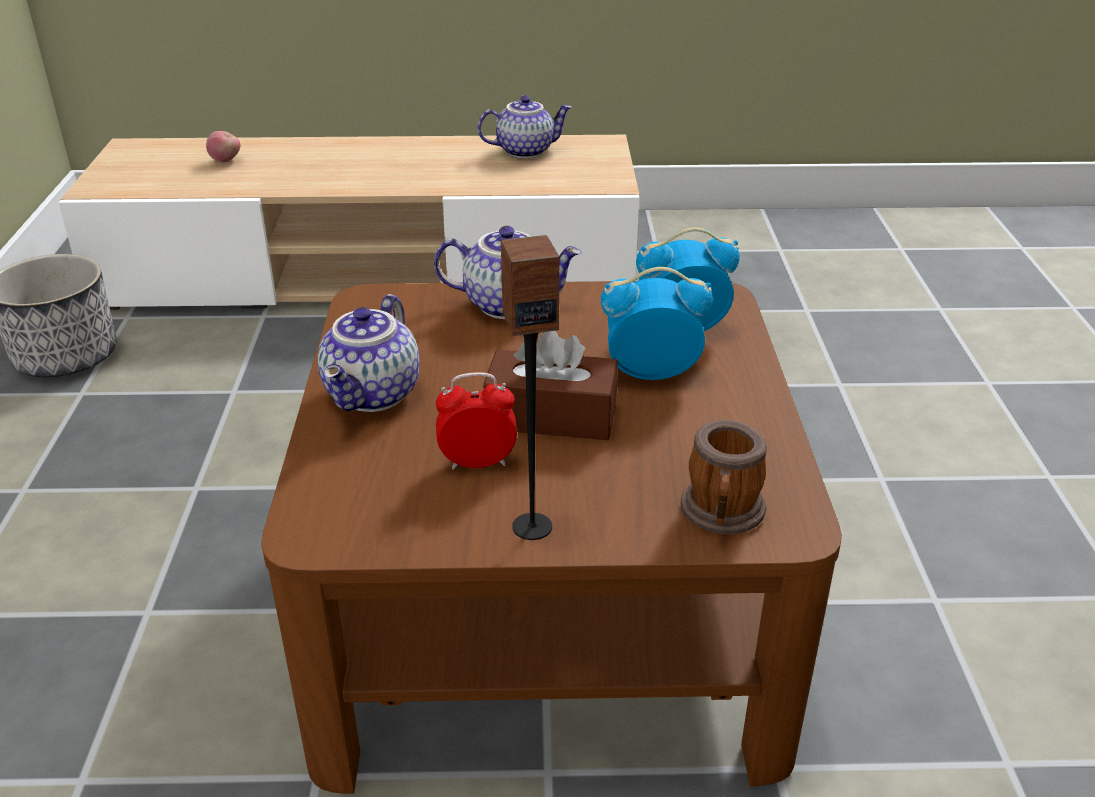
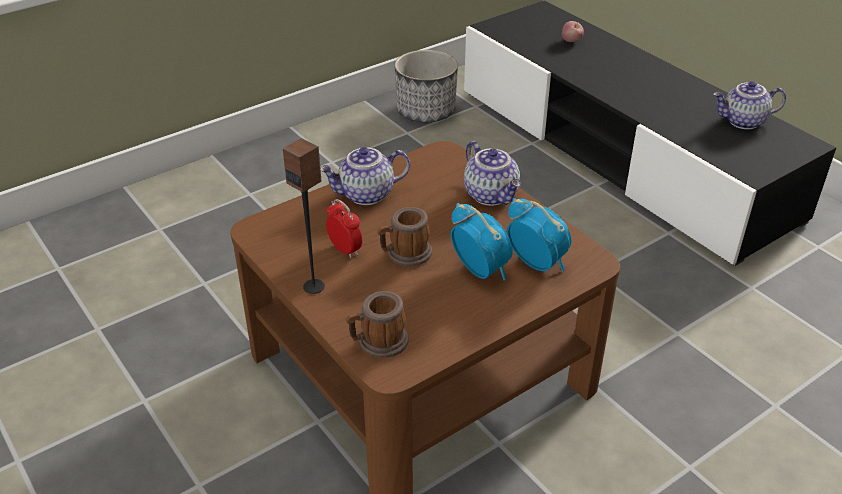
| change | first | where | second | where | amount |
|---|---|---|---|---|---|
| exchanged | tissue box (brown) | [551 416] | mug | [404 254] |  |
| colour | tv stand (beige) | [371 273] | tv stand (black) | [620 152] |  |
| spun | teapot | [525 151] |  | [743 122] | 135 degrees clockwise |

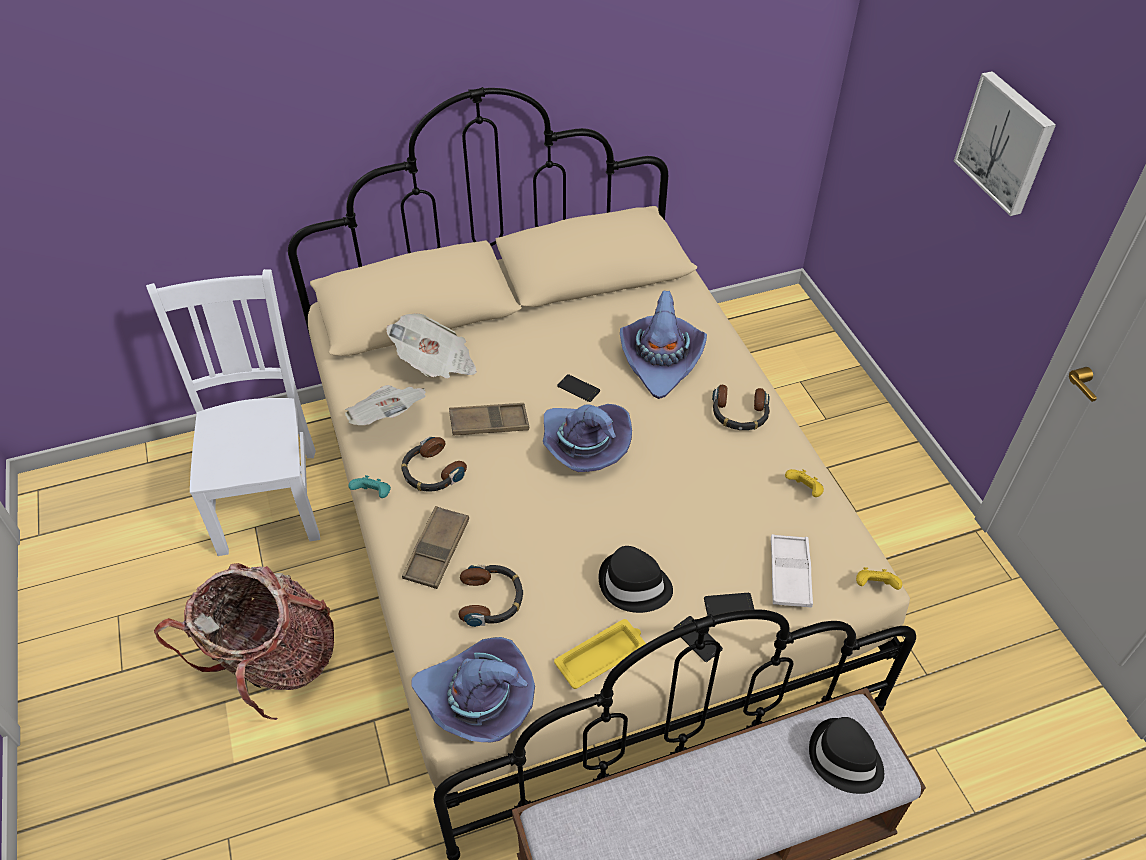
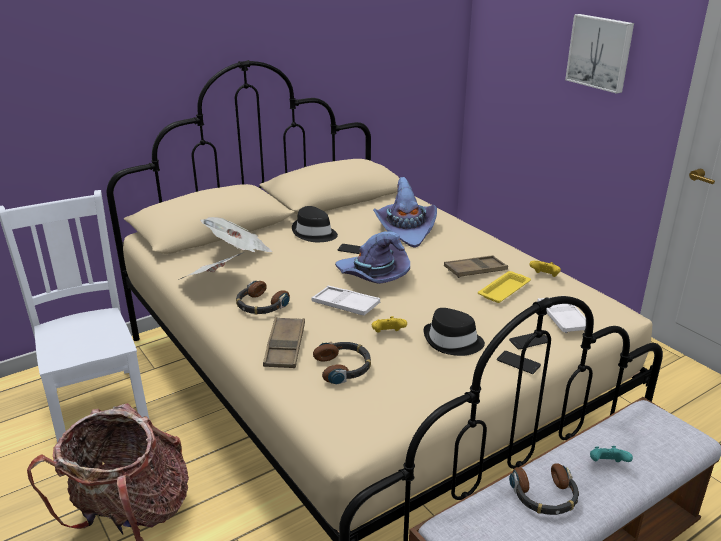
| change | first | where | second | where | amount |
|---|---|---|---|---|---|
| missing | hat (purple) | [477 701] |  |  |  |
| appeared |  |  | tray (white) | [345 305] |  |
| relocated | game controller (turquoise) | [373 495] |  | [607 464] |  |
| relocated | tray (brown) | [489 423] |  | [475 270] |  |
| relocated | tray (yellow) | [602 656] |  | [504 290] |  |
| relocated | headphones | [739 414] |  | [544 496] |  |
| relocated | hat (black) | [845 759] |  | [314 233] |  |
| relocated | game controller (yellow) | [874 586] |  | [388 334] |  |

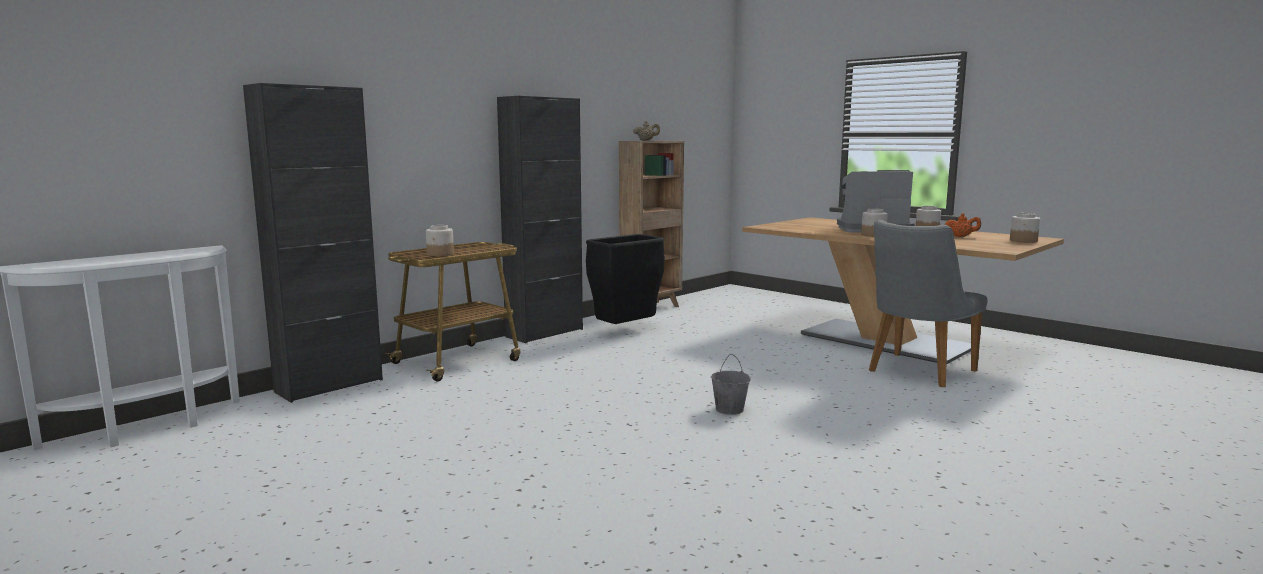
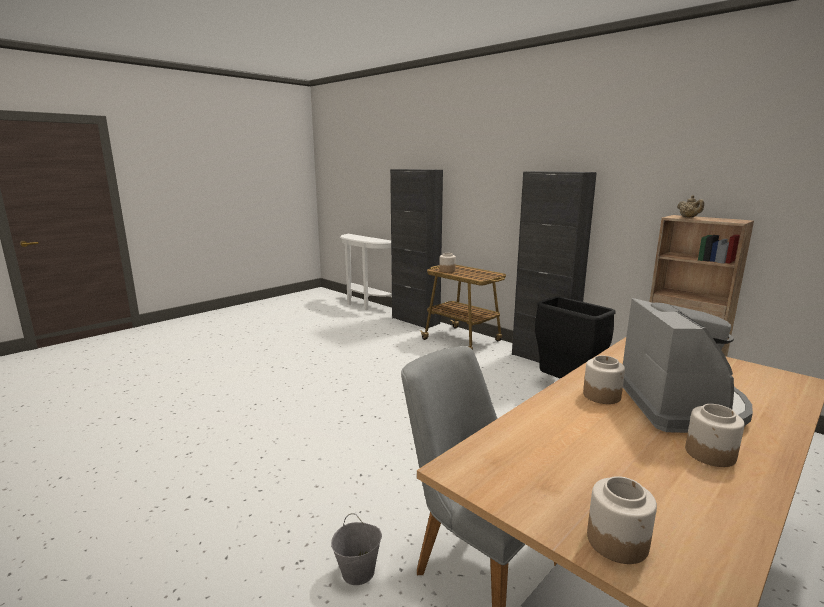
| change | first | where | second | where | amount |
|---|---|---|---|---|---|
| missing | teapot (orange) | [961 236] |  |  |  |
| relocated | bucket (grey) | [729 409] |  | [358 571] |  |

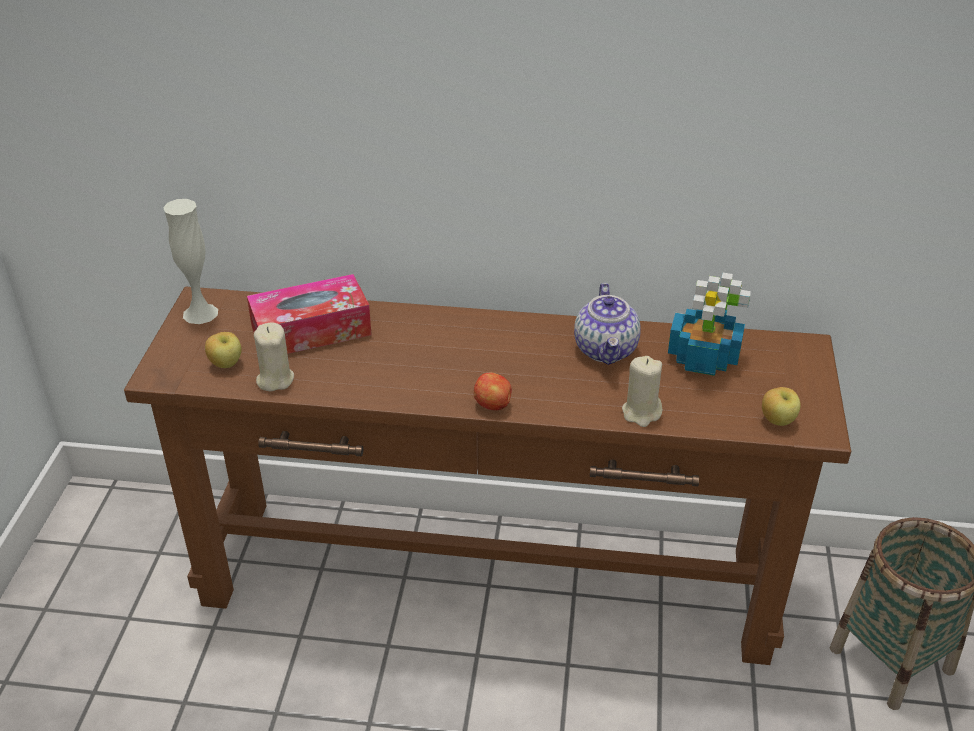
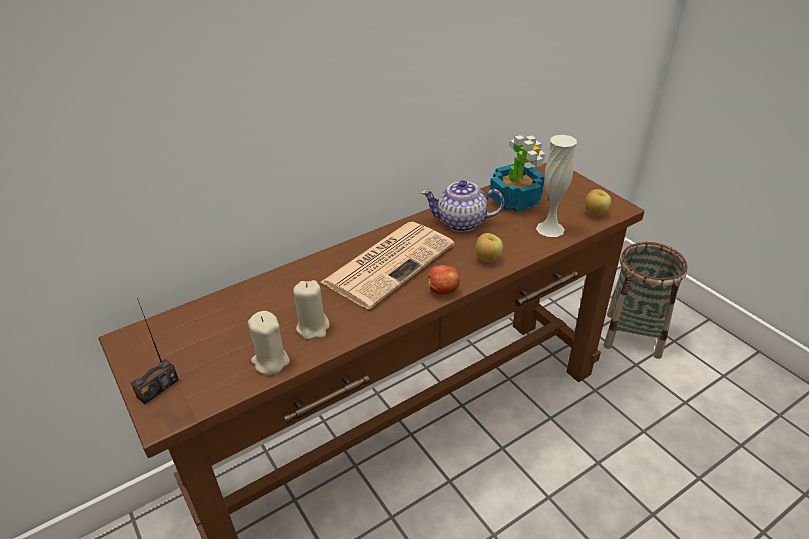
| change | first | where | second | where | amount |
|---|---|---|---|---|---|
| missing | tissue box | [311 330] |  |  |  |
| appeared |  |  | radio | [158 388] |  |
| appeared |  |  | newspaper | [389 262] |  |
| relocated | vase (white) | [200 313] |  | [550 229] |  |
| relocated | apple | [226 364] |  | [487 259] |  |
| relocated | candle (beige) | [641 413] |  | [313 327] |  |
| spun | teapot | [606 350] |  | [461 223] | 135 degrees clockwise |

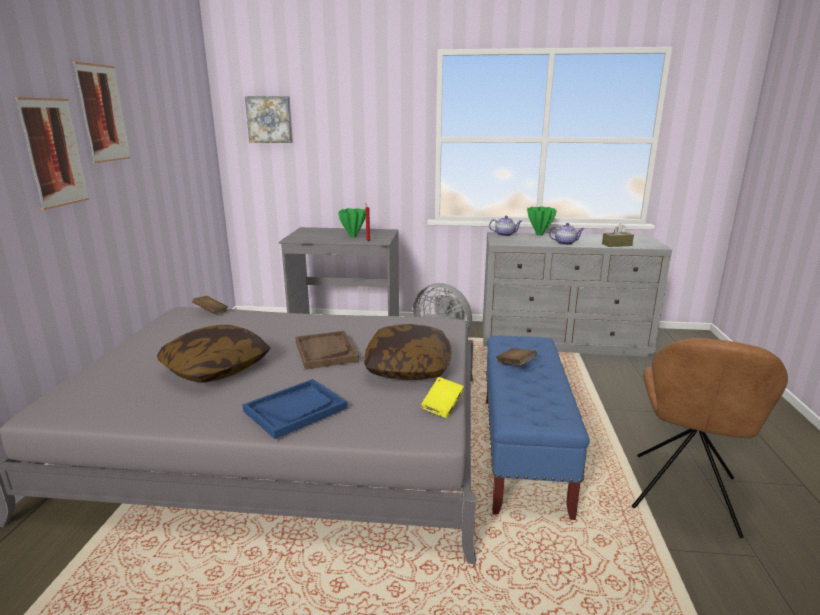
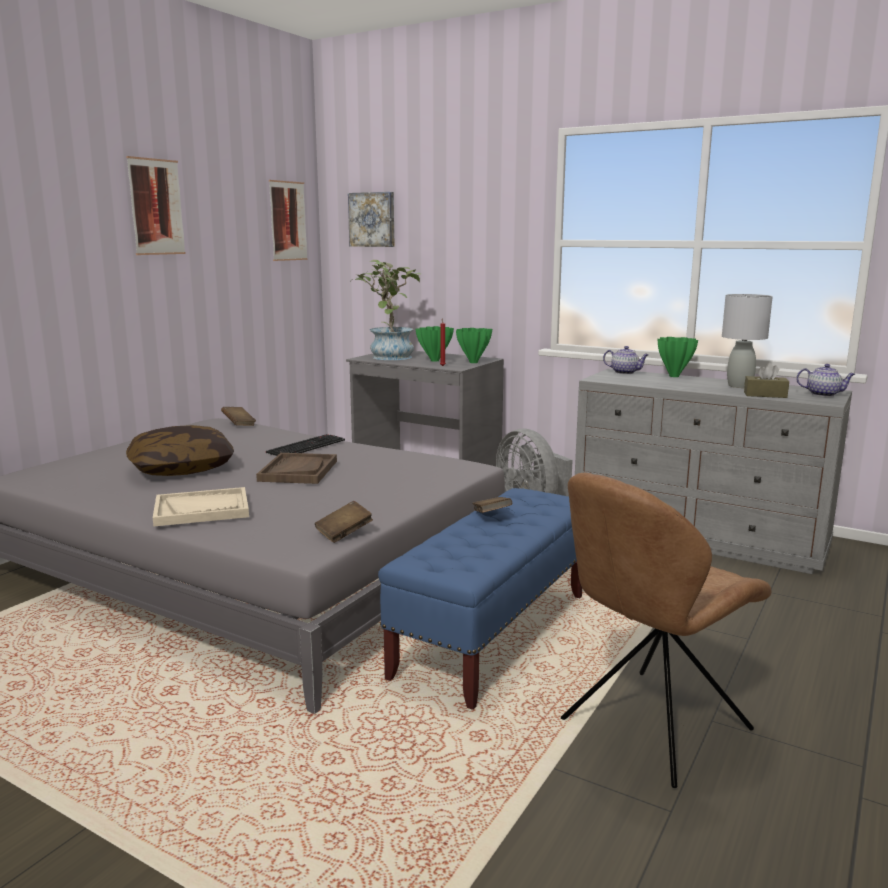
| change | first | where | second | where | amount |
|---|---|---|---|---|---|
| missing | pillow | [408 367] |  |  |  |
| appeared |  |  | keyboard | [306 446] |  |
| appeared |  |  | potted plant | [389 356] |  |
| appeared |  |  | vase (green) | [473 362] |  |
| appeared |  |  | table lamp (grey) | [740 386] |  |
| relocated | picture | [54 153] |  | [288 221] |  |
| relocated | teapot | [565 243] |  | [824 394] |  |
| colour | tray (blue) | [295 409] | tray (beige) | [202 509] |  |
| colour | book (yellow) | [442 406] | book (brown) | [344 533] |  |

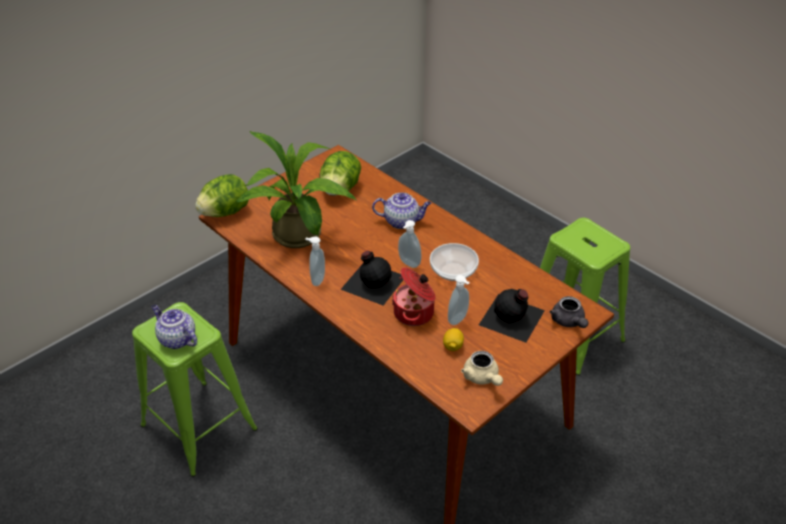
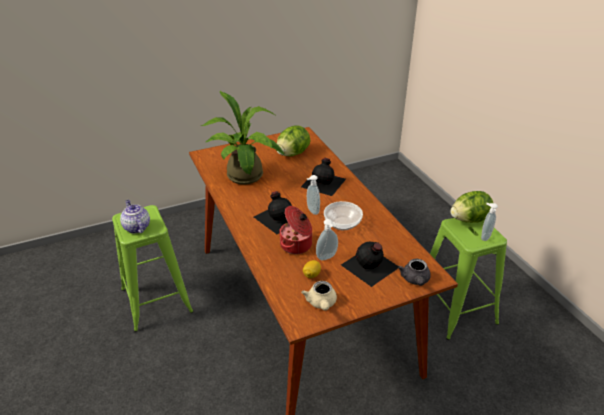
| change | first | where | second | where | amount |
|---|---|---|---|---|---|
| relocated | lettuce | [225 212] |  | [469 219] |  |
| relocated | soap dispenser | [317 280] |  | [484 236] |  |
| exchanged | teapot | [402 221] | bottle (black) | [324 182] |  |

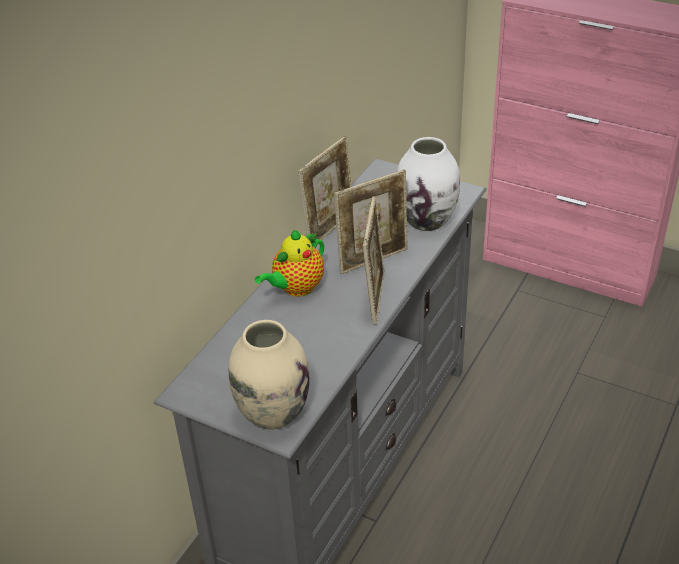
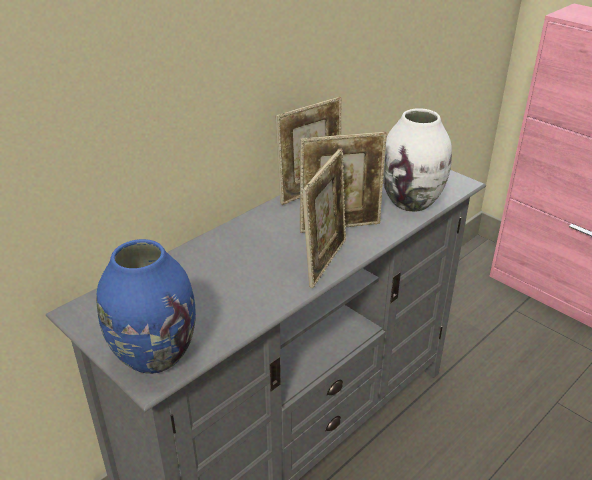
| change | first | where | second | where | amount |
|---|---|---|---|---|---|
| missing | teapot | [296 288] |  |  |  |
| colour | vase (beige) | [272 413] | vase (blue) | [154 355] |  |

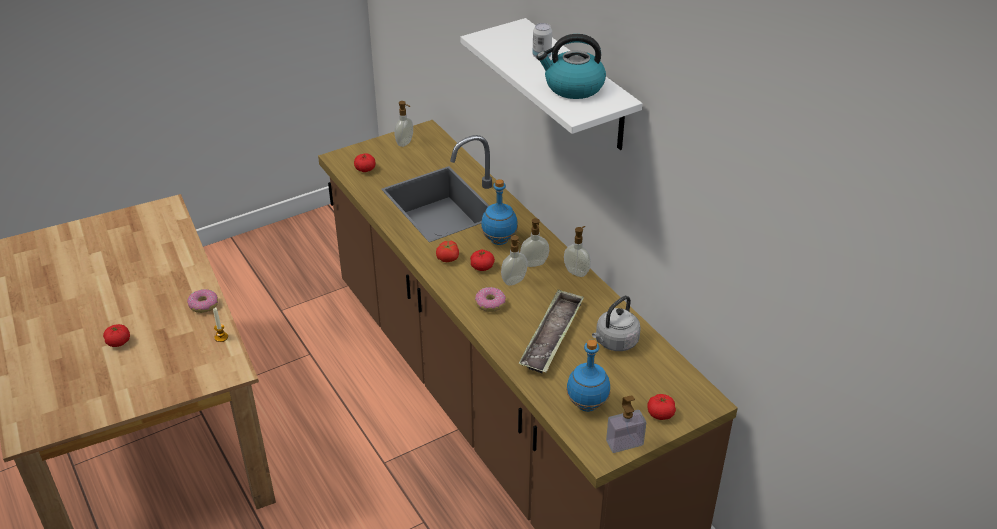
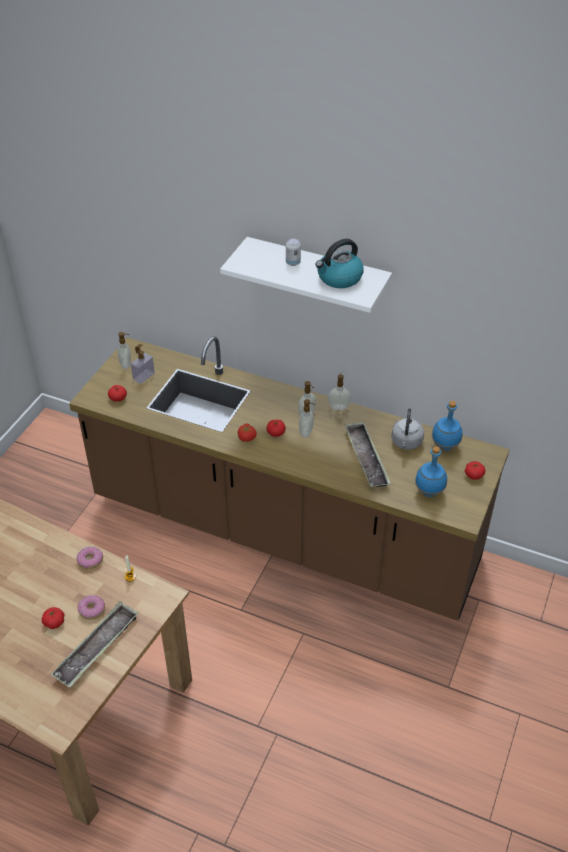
| change | first | where | second | where | amount |
|---|---|---|---|---|---|
| appeared |  |  | tray | [97 647] |  |
| relocated | donut | [490 304] |  | [92 610] |  |
| relocated | bottle (blue) | [498 240] |  | [445 446] |  |
| relocated | soap dispenser | [624 443] |  | [143 376] |  |

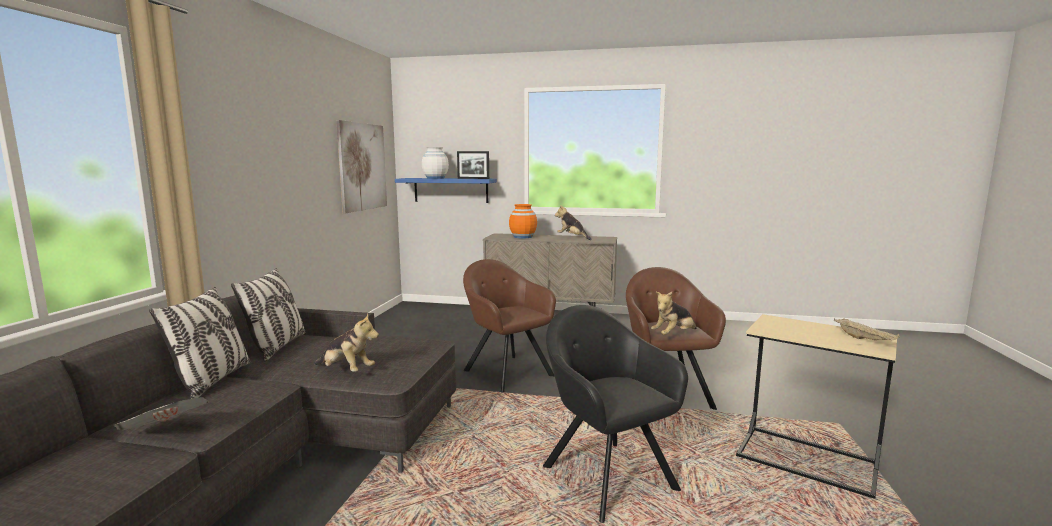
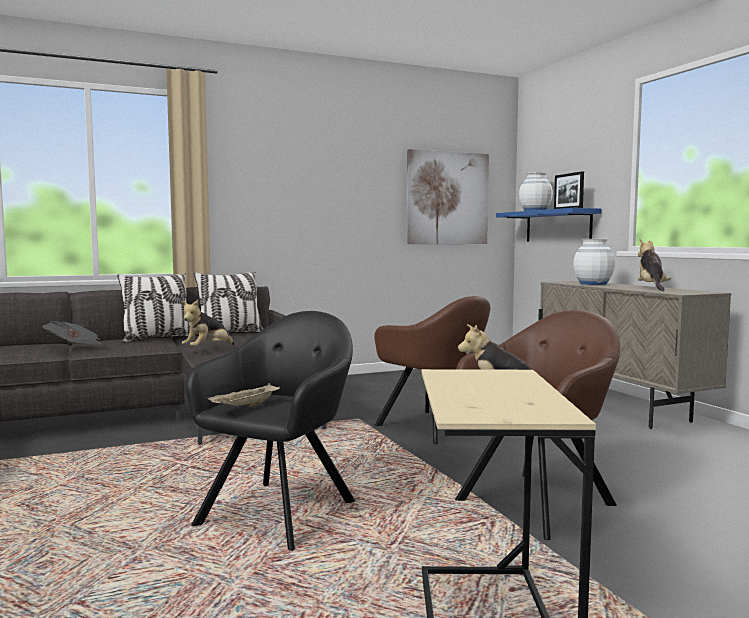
| change | first | where | second | where | amount |
|---|---|---|---|---|---|
| relocated | tray (beige) | [865 340] |  | [245 407] |  |
| colour | vase (orange) | [523 237] | vase (white) | [593 284] |  |
| spun | plush toy | [346 371] |  | [207 349] | 45 degrees clockwise |
| spun | armchair (brown) | [506 371] |  | [434 427] | 120 degrees clockwise |

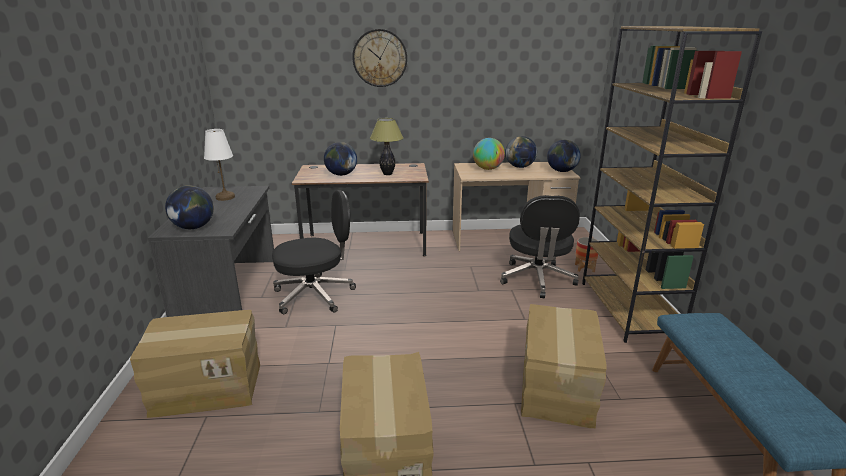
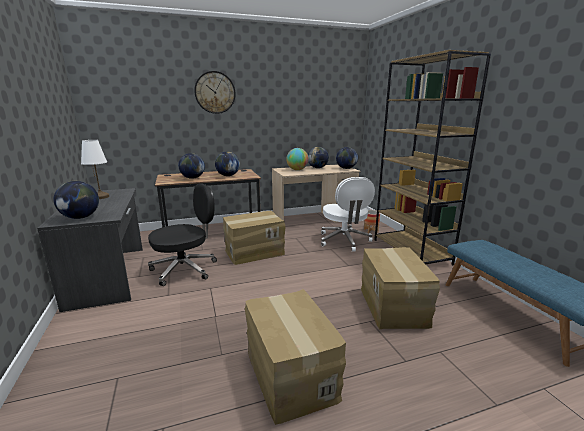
| change | first | where | second | where | amount |
|---|---|---|---|---|---|
| relocated | cardboard box | [207 387] |  | [254 252] |  |
| exchanged | table lamp | [387 174] | globe | [228 176] |  |
| colour | office chair (black) | [537 279] | office chair (white) | [344 241] |  |

